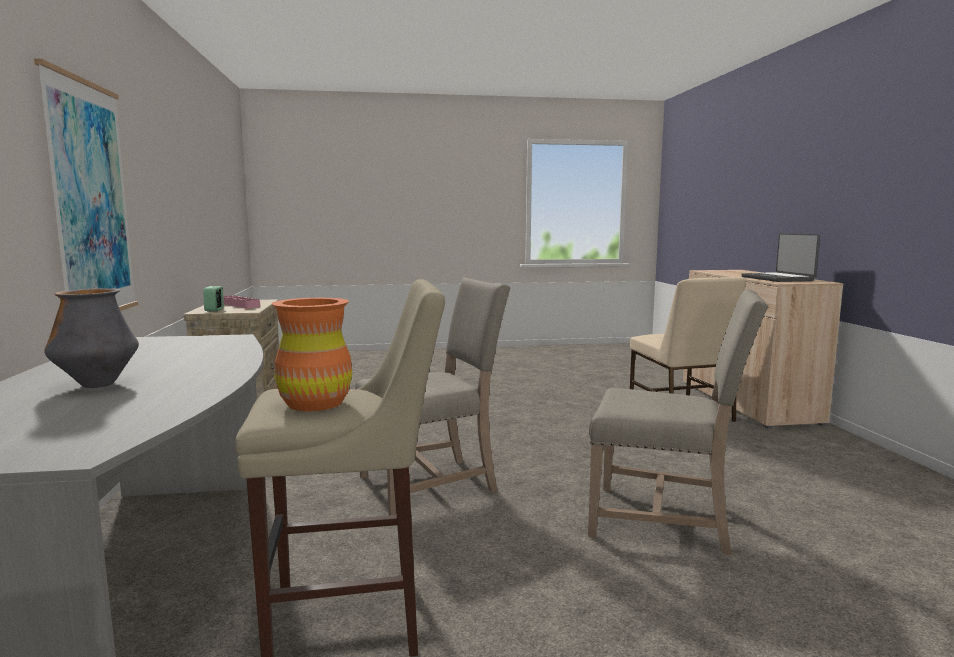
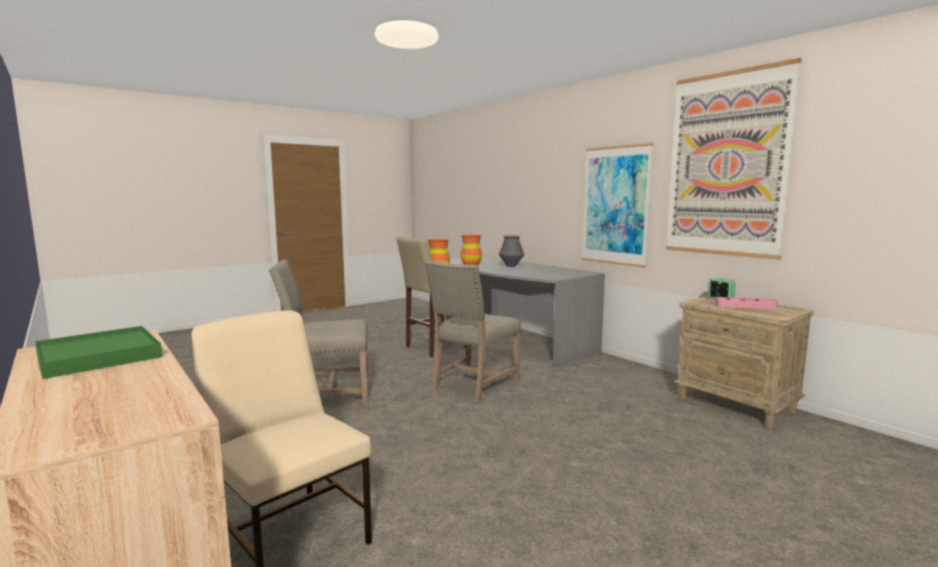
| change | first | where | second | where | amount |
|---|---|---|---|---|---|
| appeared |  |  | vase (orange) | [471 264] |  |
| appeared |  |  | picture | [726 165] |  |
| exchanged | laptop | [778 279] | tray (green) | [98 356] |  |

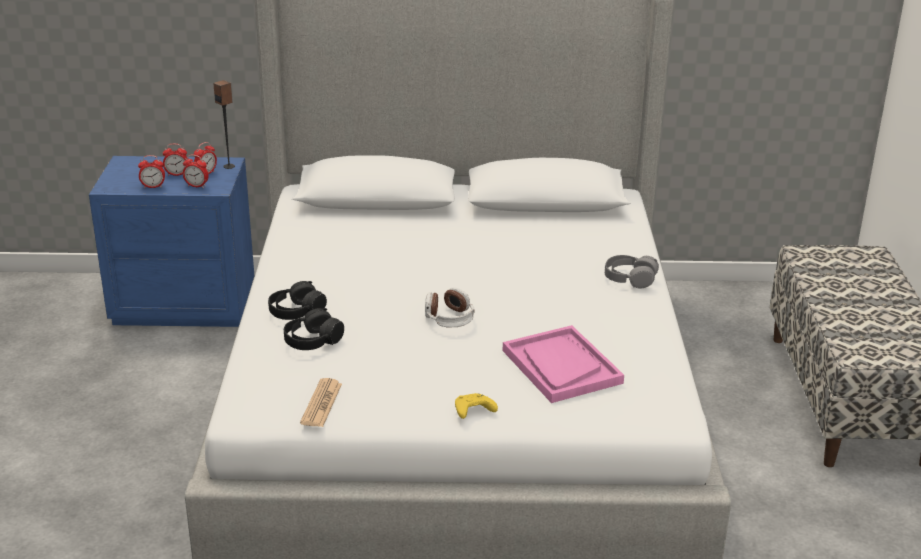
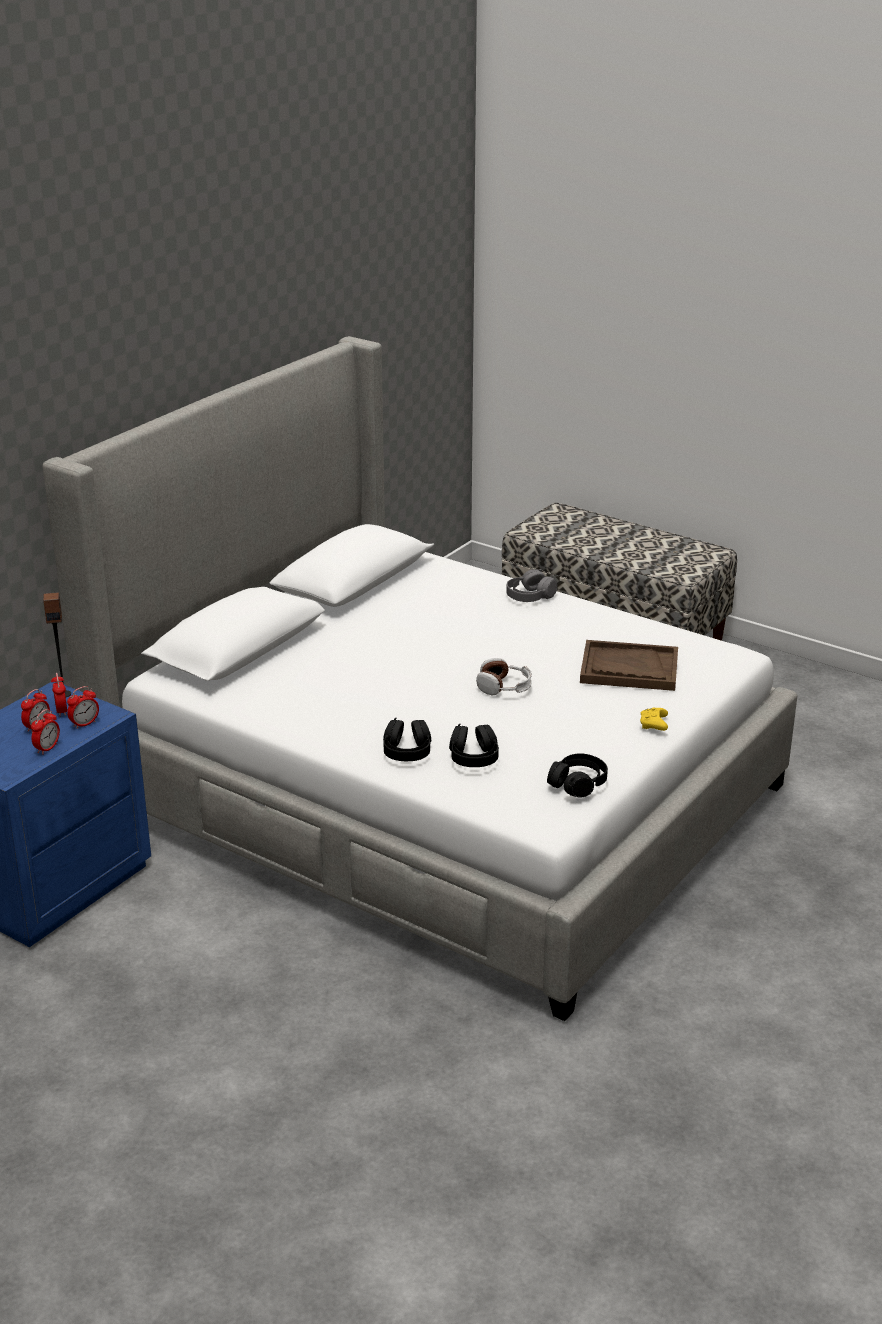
| change | first | where | second | where | amount |
|---|---|---|---|---|---|
| exchanged | newspaper | [321 404] | headphones (black) | [577 784] |  |
| colour | tray (pink) | [561 366] | tray (brown) | [629 668] |  |

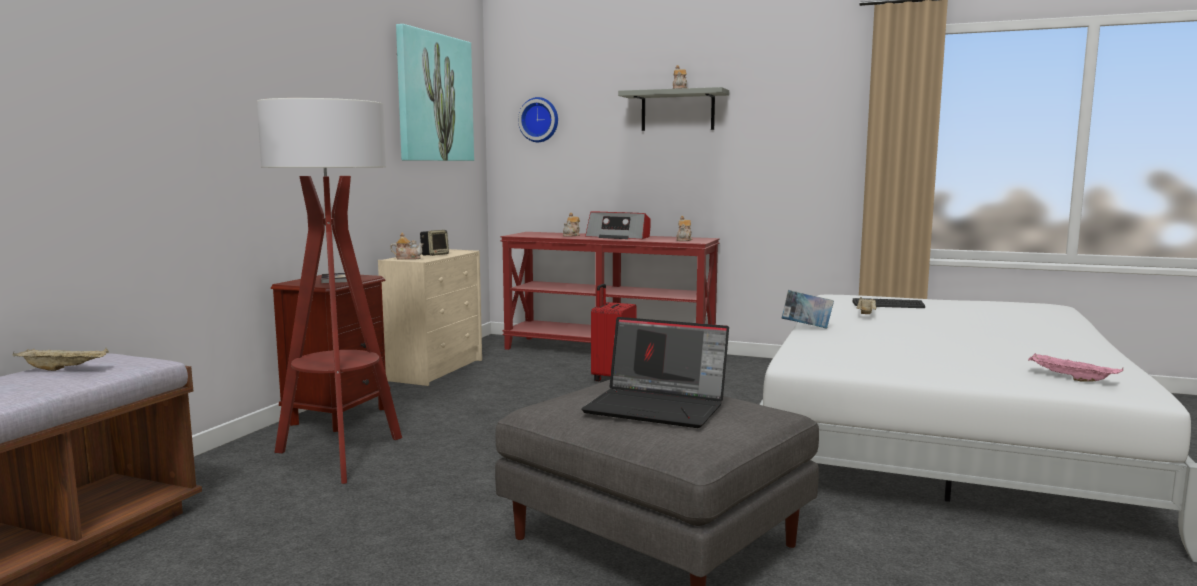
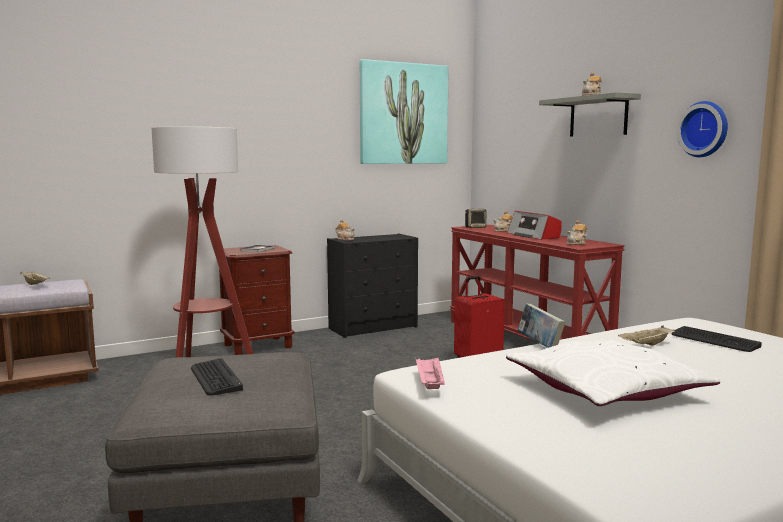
| change | first | where | second | where | amount |
|---|---|---|---|---|---|
| appeared |  |  | pillow (white) | [605 390] |  |
| relocated | speaker | [434 255] |  | [475 227] |  |
| relocated | wall clock | [539 120] |  | [705 129] |  |
| relocated | tray (pink) | [1070 378] |  | [429 383] |  |
| exchanged | laptop | [658 407] | keyboard | [215 378] |  |
| colour | dresser (beige) | [435 369] | dresser (black) | [374 327] |  |

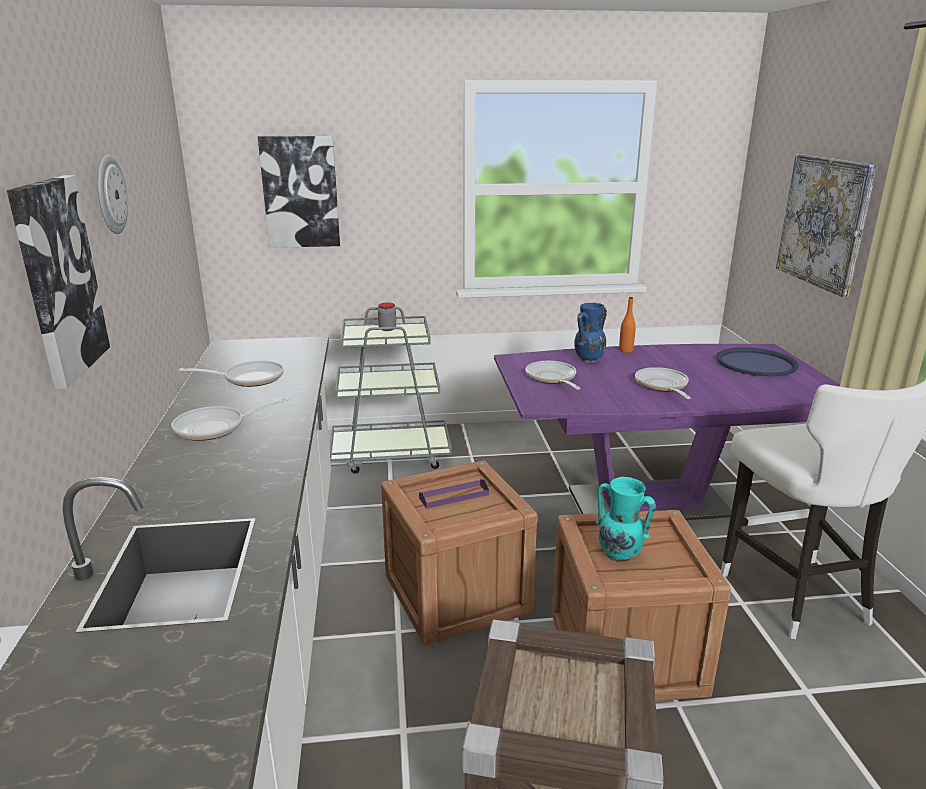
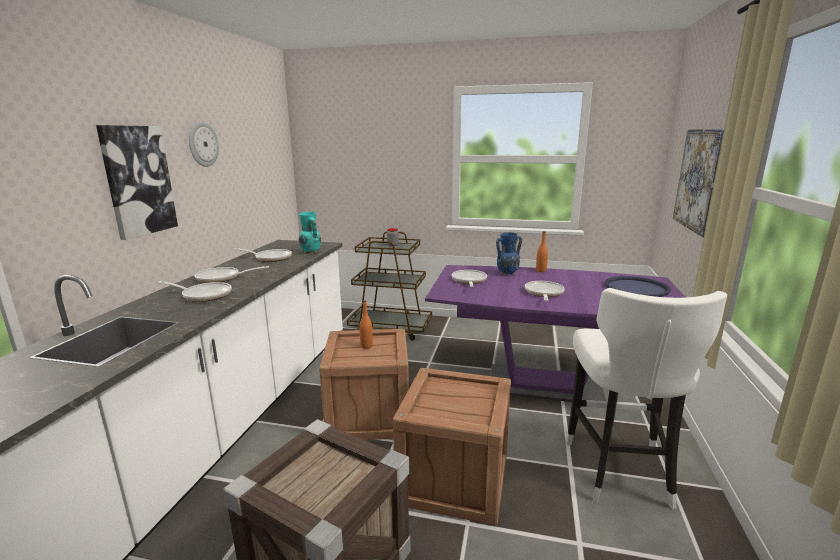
| change | first | where | second | where | amount |
|---|---|---|---|---|---|
| missing | picture | [300 192] |  |  |  |
| appeared |  |  | frying pan | [204 295] |  |
| relocated | vase (turquoise) | [620 556] |  | [310 252] |  |
| exchanged | tray (purple) | [454 496] | bottle (orange) | [366 346] |  |
| colour | cart (grey) | [391 455] | cart (brown) | [391 328] |  |

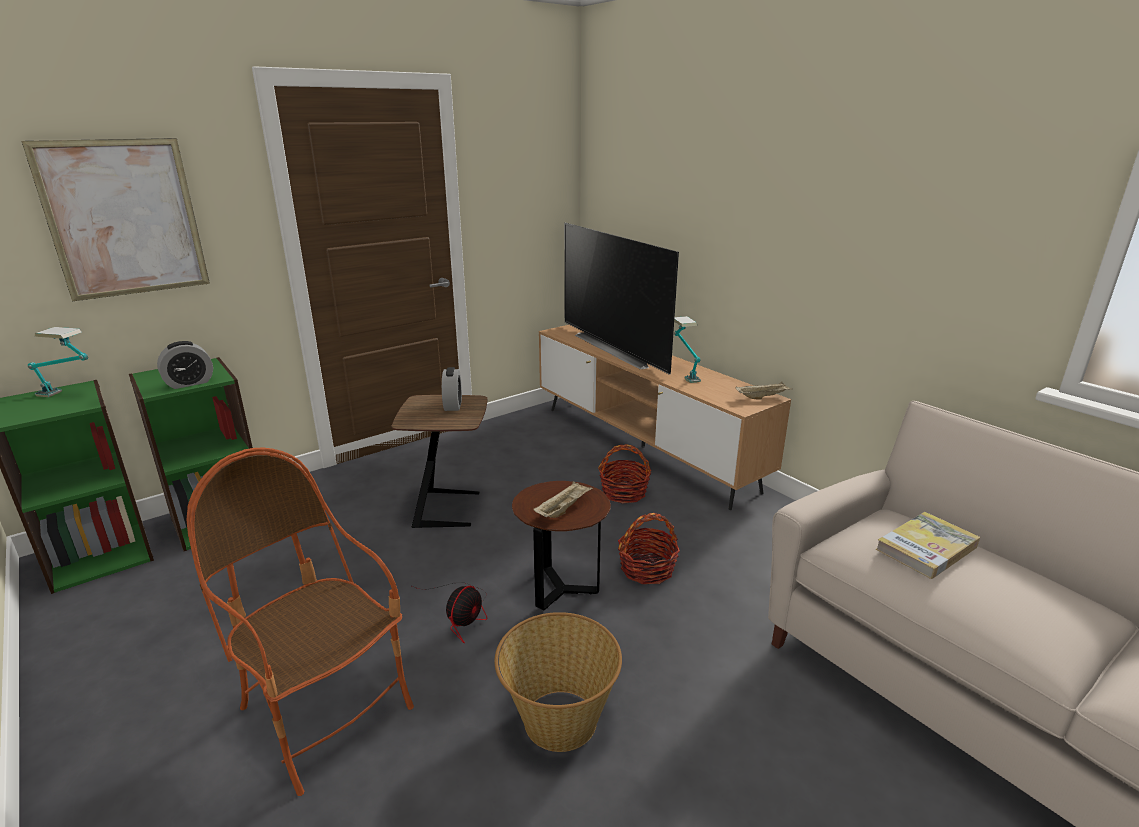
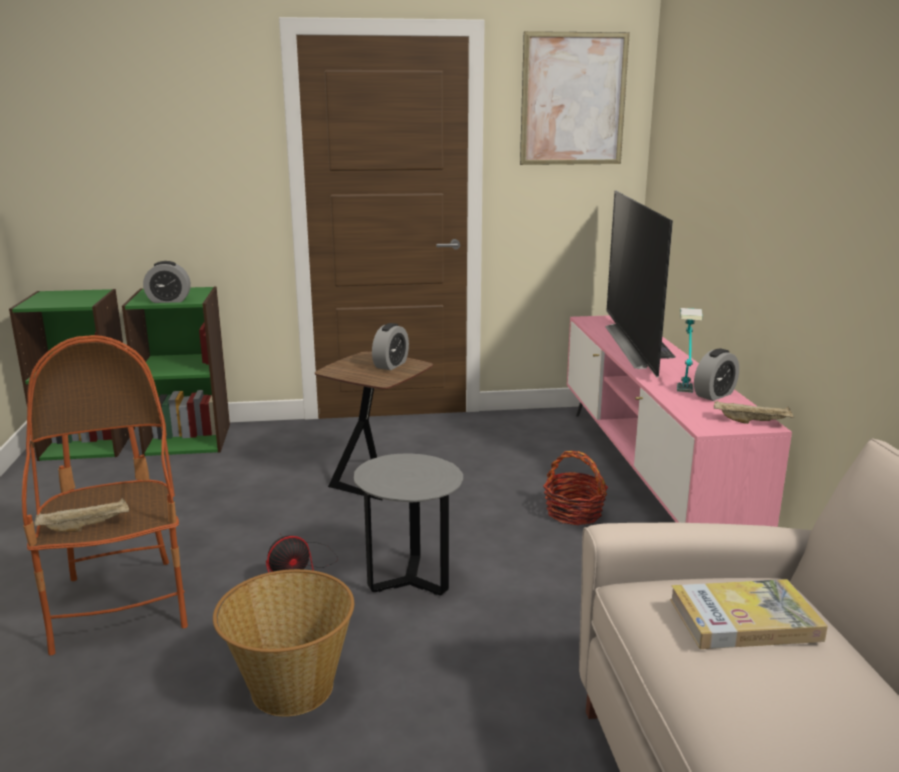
| change | first | where | second | where | amount |
|---|---|---|---|---|---|
| missing | table lamp | [70 395] |  |  |  |
| missing | basket | [647 568] |  |  |  |
| appeared |  |  | alarm clock | [714 395] |  |
| relocated | picture | [124 219] |  | [573 99] |  |
| relocated | tray (beige) | [563 509] |  | [86 527] |  |
| colour | side table (brown) | [562 590] | side table (grey) | [410 581] |  |
| colour | tv stand (brown) | [642 446] | tv stand (pink) | [646 474] |  |

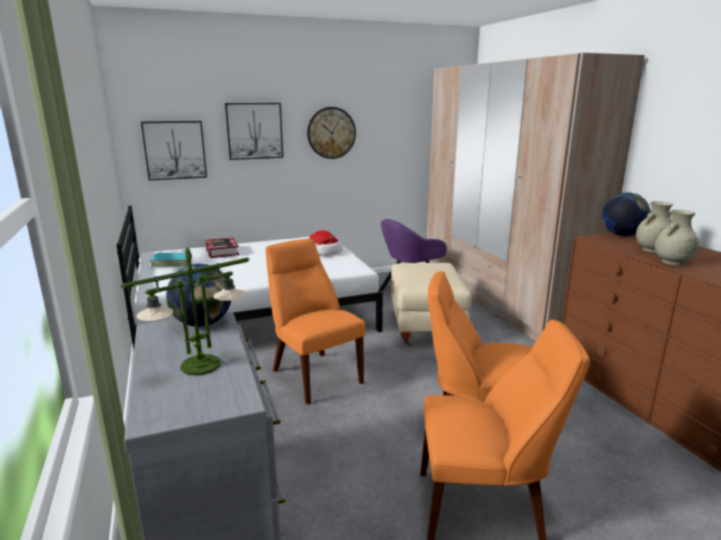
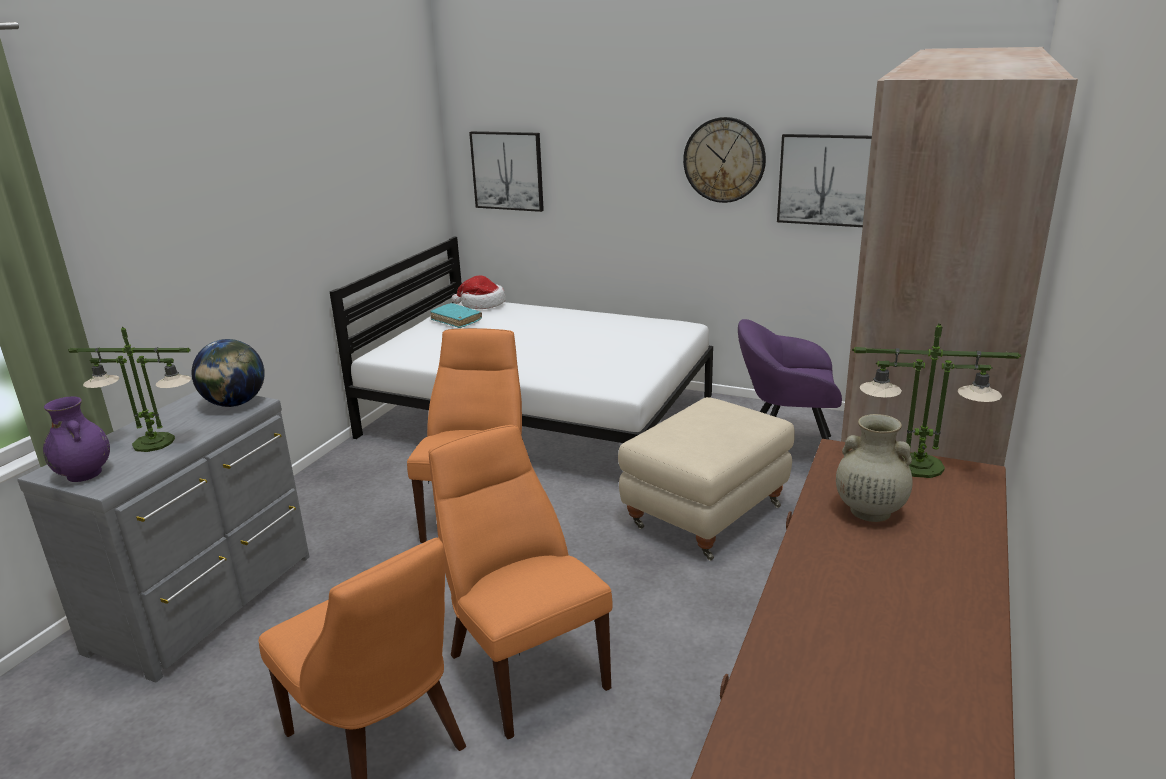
| change | first | where | second | where | amount |
|---|---|---|---|---|---|
| missing | book | [221 252] |  |  |  |
| missing | vase (beige) | [672 262] |  |  |  |
| appeared |  |  | vase (purple) | [85 474] |  |
| relocated | picture | [254 131] |  | [824 180] |  |
| relocated | hat | [324 252] |  | [481 304] |  |
| exchanged | globe | [622 235] | table lamp | [917 466] |  |

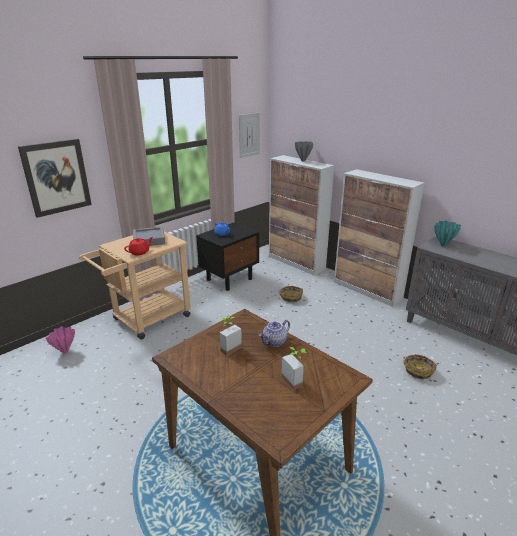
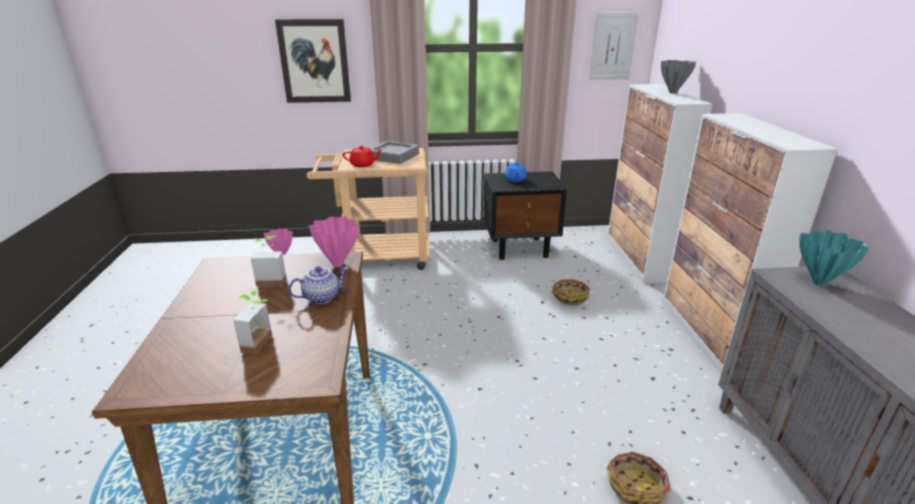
| change | first | where | second | where | amount |
|---|---|---|---|---|---|
| appeared |  |  | vase (pink) | [338 264] |  |
| spun | teapot | [274 342] |  | [321 297] | 150 degrees clockwise |

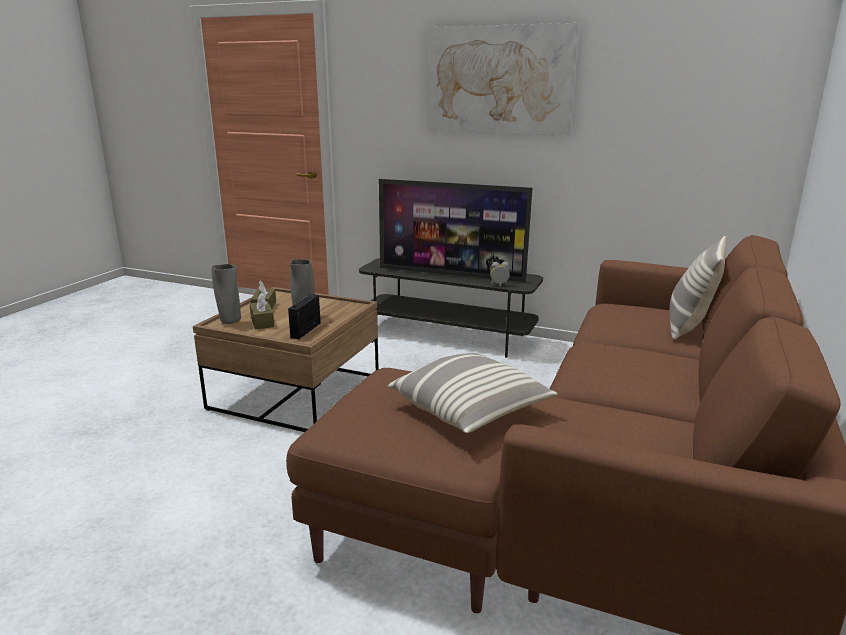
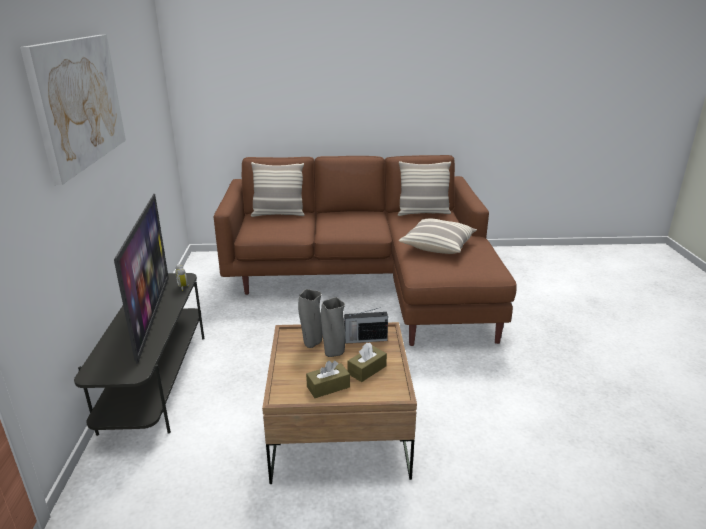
| change | first | where | second | where | amount |
|---|---|---|---|---|---|
| appeared |  |  | pillow | [423 213] |  |
| relocated | vase (grey) | [229 322] |  | [311 343] |  |

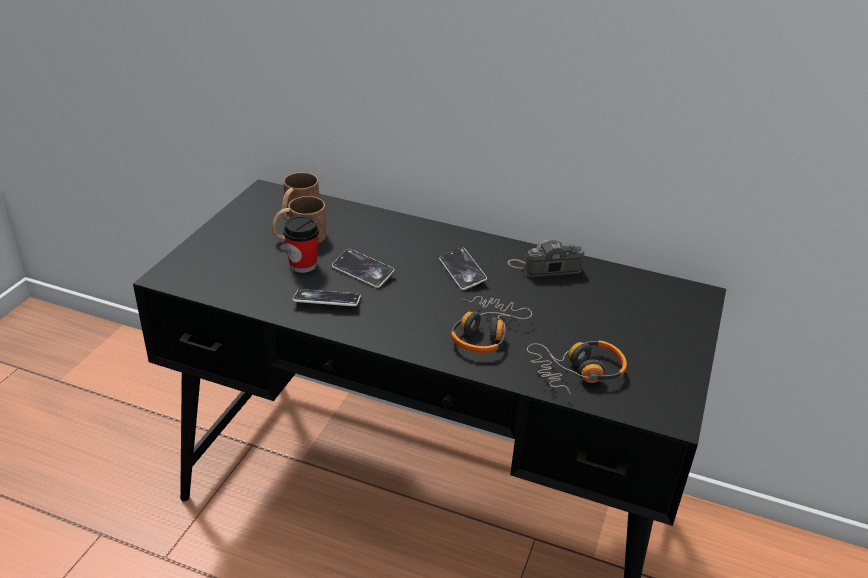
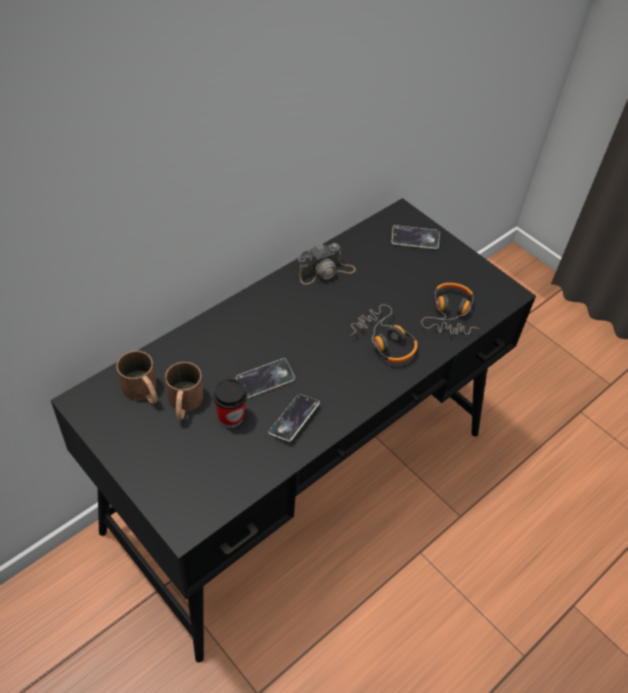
| change | first | where | second | where | amount |
|---|---|---|---|---|---|
| relocated | phone | [462 272] |  | [415 239] |  |
| spun | photo camera | [544 266] |  | [325 271] | 135 degrees counterclockwise |

